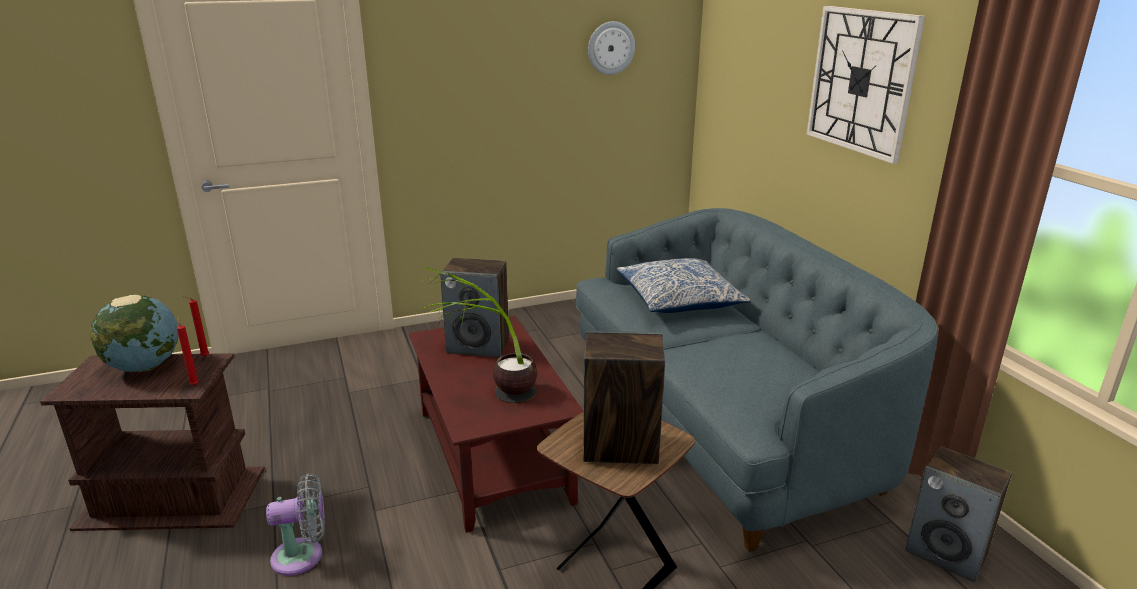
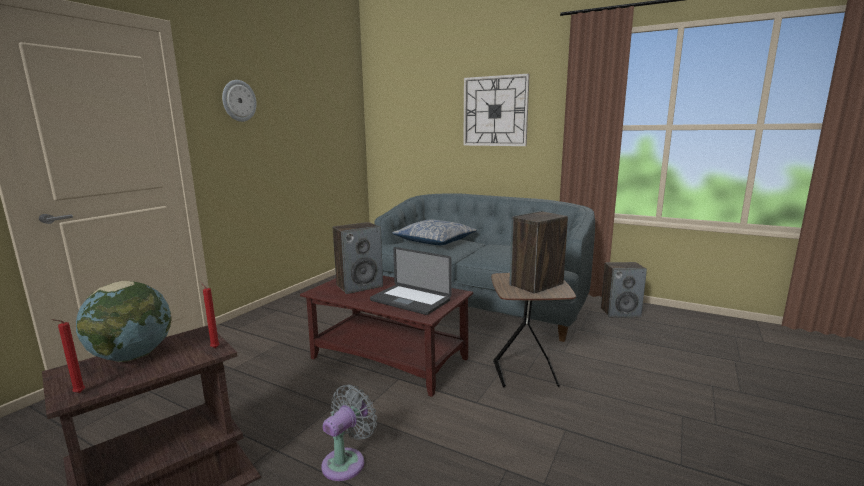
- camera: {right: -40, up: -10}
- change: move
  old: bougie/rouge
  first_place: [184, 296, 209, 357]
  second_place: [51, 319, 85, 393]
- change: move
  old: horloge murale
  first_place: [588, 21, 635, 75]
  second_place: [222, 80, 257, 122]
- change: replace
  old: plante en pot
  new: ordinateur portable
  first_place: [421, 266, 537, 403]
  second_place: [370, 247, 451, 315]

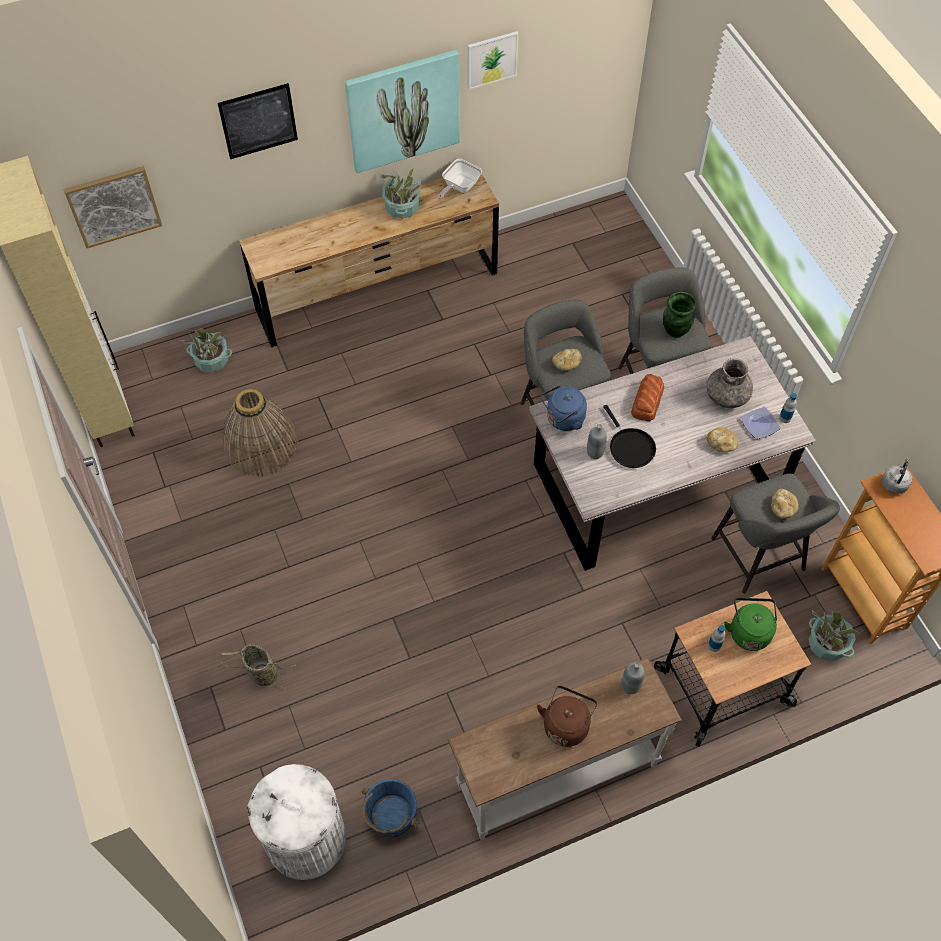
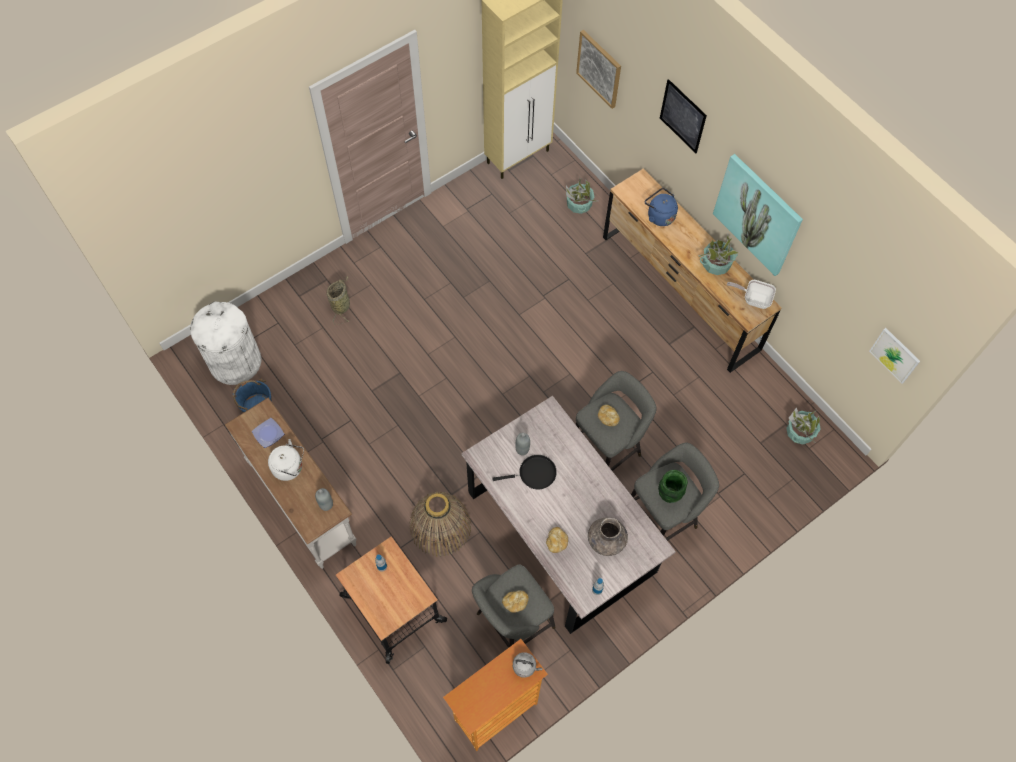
- camera: {right: 75, up: 5}
- change: move
  old: assiette
  first_place: [740, 407, 781, 439]
  second_place: [252, 418, 284, 448]
- change: recolor
  old: bouilloire/marron
  new: bouilloire/blanc
  first_place: [537, 686, 597, 747]
  second_place: [268, 439, 304, 481]
- change: move
  old: panier
  first_place: [223, 389, 299, 477]
  second_place: [409, 492, 472, 557]
- change: rotate
  old: poêle/noir
  first_place: [603, 405, 656, 468]
  second_place: [492, 455, 557, 489]
  degrees: -150
- change: move
  old: bouilloire/bleu
  first_place: [541, 385, 587, 431]
  second_place: [645, 188, 678, 226]
- change: move
  old: plante en pot
  first_place: [808, 610, 864, 661]
  second_place: [787, 407, 821, 444]
- change: move
  old: tableau
  first_place: [468, 31, 519, 90]
  second_place: [869, 328, 920, 384]
- change: delete
  old: pain
  first_place: [631, 374, 664, 422]
- change: delete
  old: bouilloire/vert
  first_place: [724, 598, 777, 651]

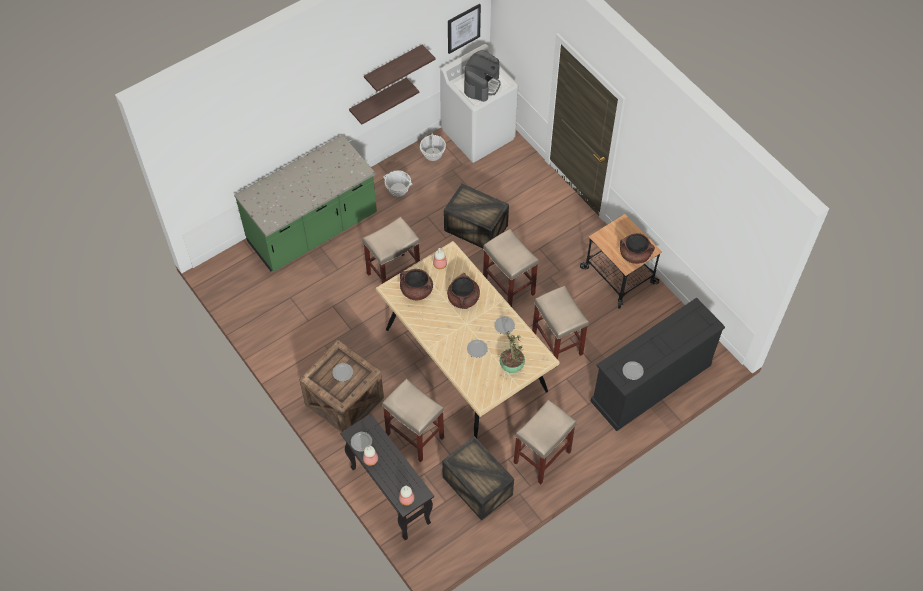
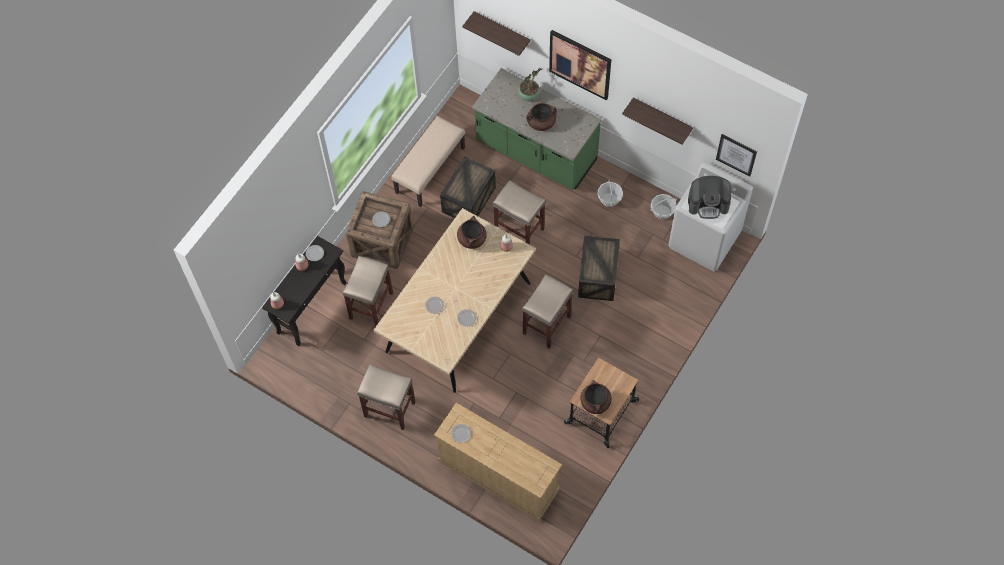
- camera: {right: 70, up: 5}
- change: insert
  new: banc/beige
  second_place: [391, 116, 465, 207]
- change: recolor
  old: commode/noir
  new: commode/beige
  first_place: [590, 298, 725, 431]
  second_place: [434, 403, 562, 521]
- change: move
  old: caisse
  first_place: [442, 436, 514, 521]
  second_place: [440, 157, 496, 218]
- change: move
  old: étagère
  first_place: [349, 77, 419, 125]
  second_place: [463, 11, 531, 56]
- change: move
  old: plante en pot
  first_place: [500, 331, 525, 373]
  second_place: [519, 68, 542, 101]
- change: move
  old: marmite/marron
  first_place: [447, 273, 480, 309]
  second_place: [526, 103, 557, 131]
- change: insert
  new: tableau
  second_place: [549, 30, 611, 100]
- change: delete
  old: tabouret/beige
  first_place: [532, 286, 589, 367]

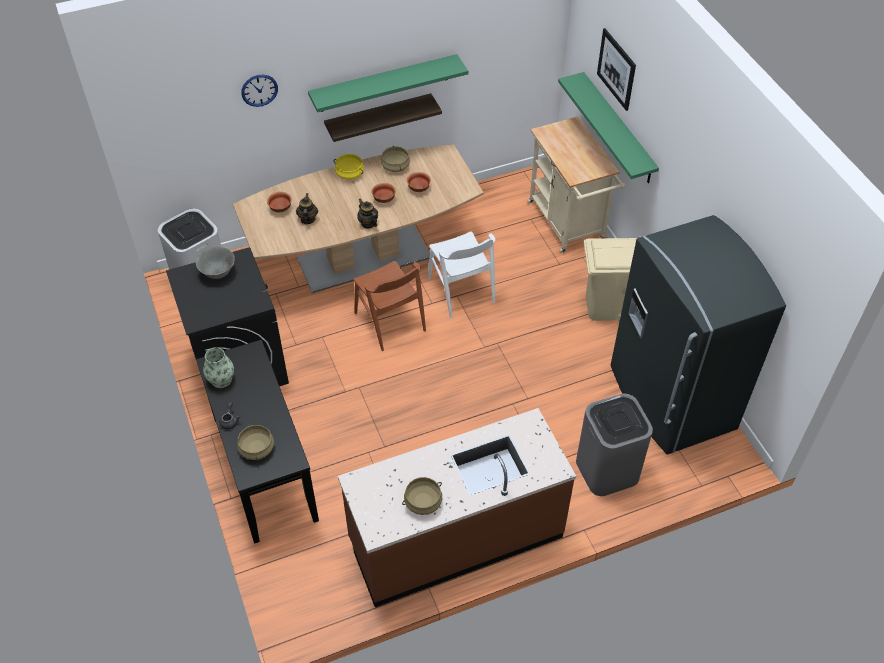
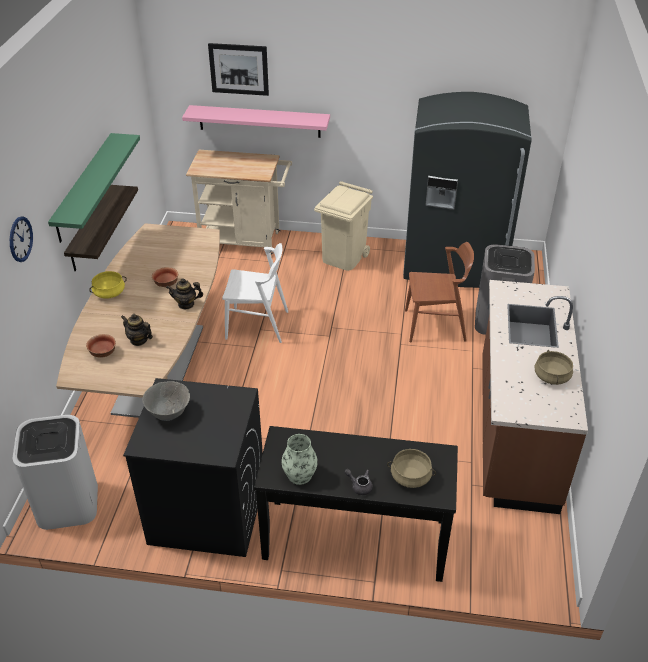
- camera: {right: -60, up: -10}
- change: recolor
  old: étagère/vert
  new: étagère/rose
  first_place: [558, 72, 659, 183]
  second_place: [182, 105, 330, 138]
- change: move
  old: chaise/marron
  first_place: [353, 261, 426, 351]
  second_place: [405, 242, 474, 343]
- change: delete
  old: marmite/beige
  first_place: [381, 146, 410, 172]
- change: delete
  old: bol
  first_place: [407, 172, 431, 192]

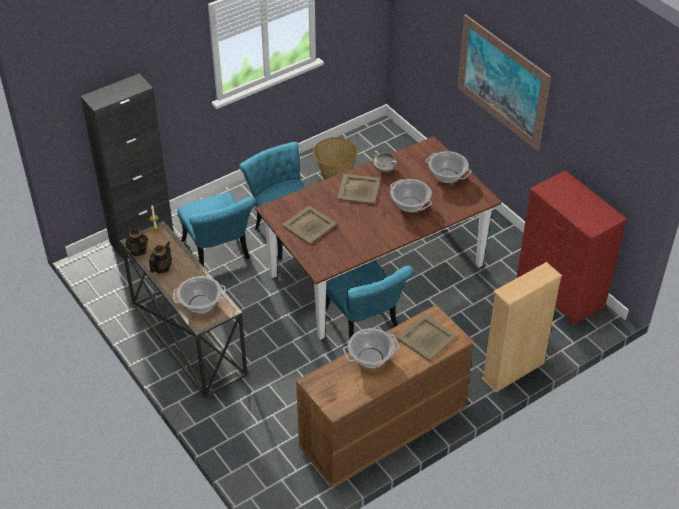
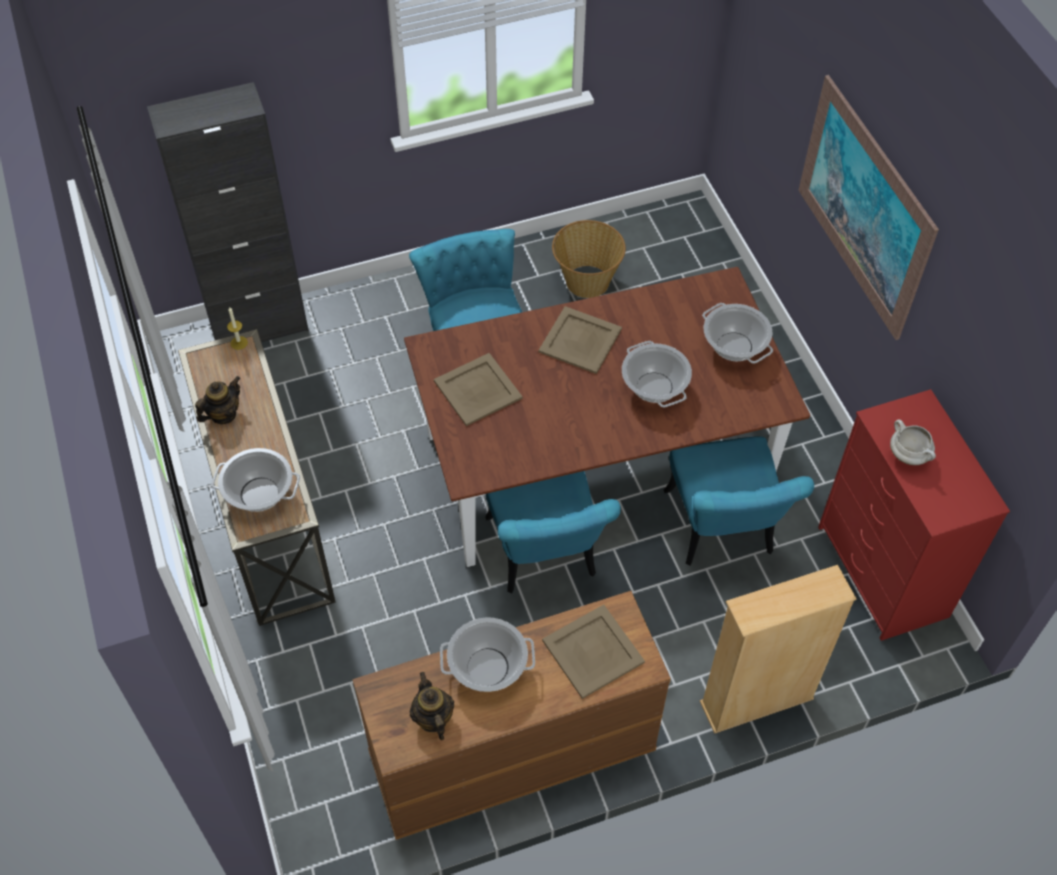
- camera: {right: 15, up: 10}
- change: move
  old: théière
  first_place: [126, 225, 148, 256]
  second_place: [410, 672, 454, 740]
- change: move
  old: chaise/turquoise
  first_place: [177, 193, 256, 267]
  second_place: [664, 436, 814, 566]
- change: move
  old: marmite/blanc
  first_place: [373, 151, 397, 172]
  second_place: [890, 420, 936, 465]

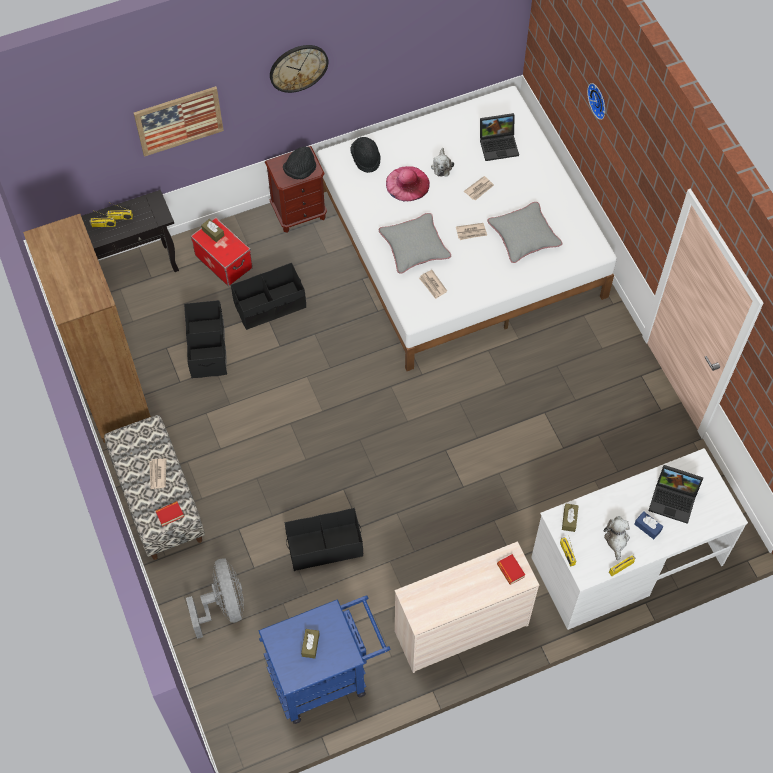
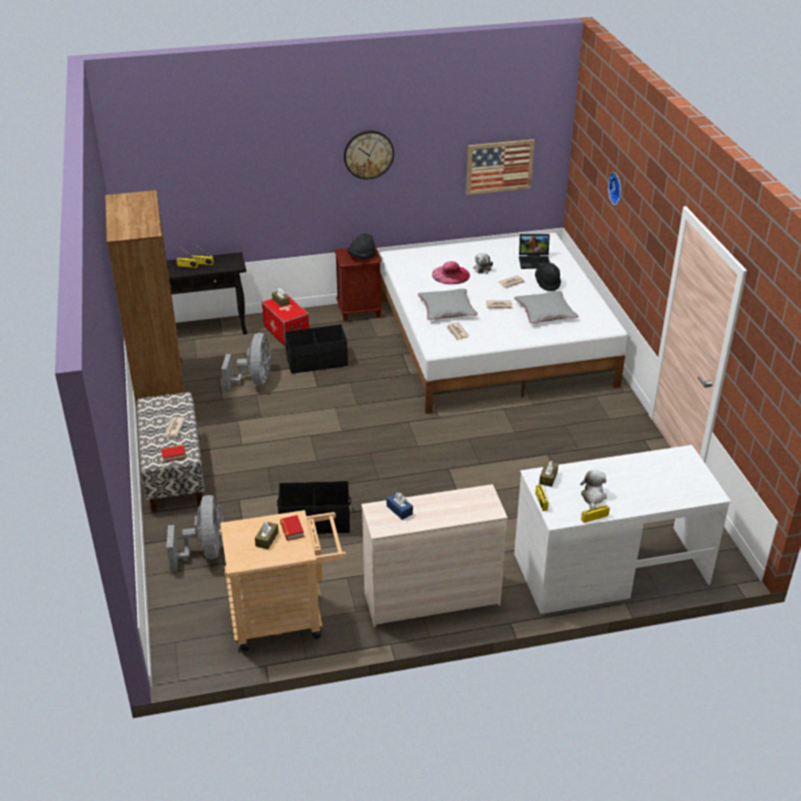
- camera: {right: 10, up: -25}
- change: recolor
  old: chariot/bleu
  new: chariot/beige
  first_place: [258, 596, 390, 724]
  second_place: [219, 510, 346, 651]
- change: replace
  old: boîte de rangement/noir
  new: ventilateur/gris
  first_place: [184, 300, 227, 378]
  second_place: [221, 333, 271, 392]
- change: move
  old: livre
  first_place: [497, 554, 525, 585]
  second_place: [280, 515, 304, 541]
- change: move
  old: boîte à mouchoirs/bleu
  first_place: [634, 511, 663, 539]
  second_place: [387, 492, 413, 520]
- change: move
  old: tableau
  first_place: [134, 86, 224, 157]
  second_place: [466, 139, 535, 195]
- change: move
  old: chapeau/noir
  first_place: [350, 137, 381, 173]
  second_place: [535, 263, 561, 291]
- change: delete
  old: ordinateur portable
  first_place: [648, 465, 703, 524]

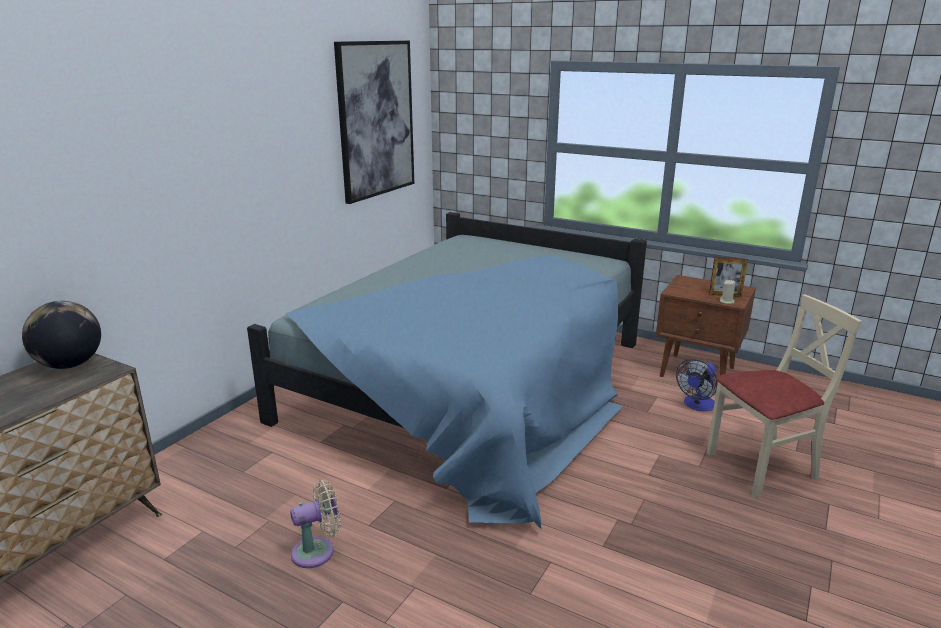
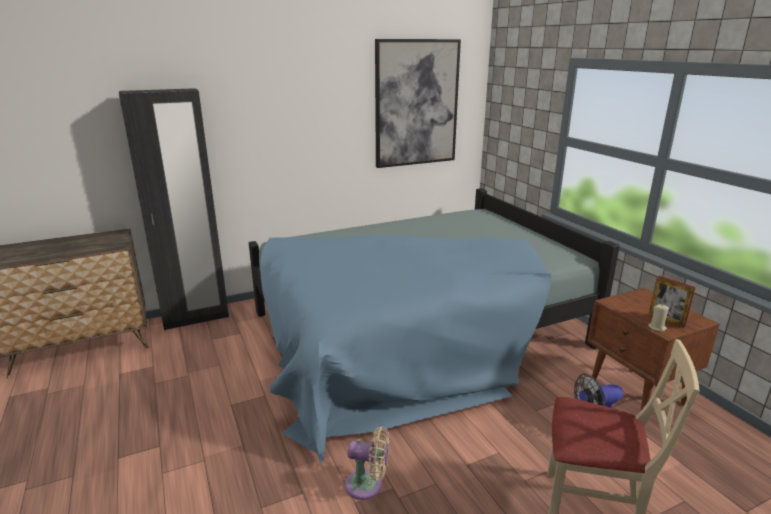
- camera: {right: 35, up: 0}
- change: insert
  new: armoire/noir
  second_place: [119, 88, 229, 330]
- change: move
  old: ventilateur/beige
  first_place: [290, 480, 341, 568]
  second_place: [345, 427, 389, 500]
- change: delete
  old: globe
  first_place: [22, 301, 101, 369]

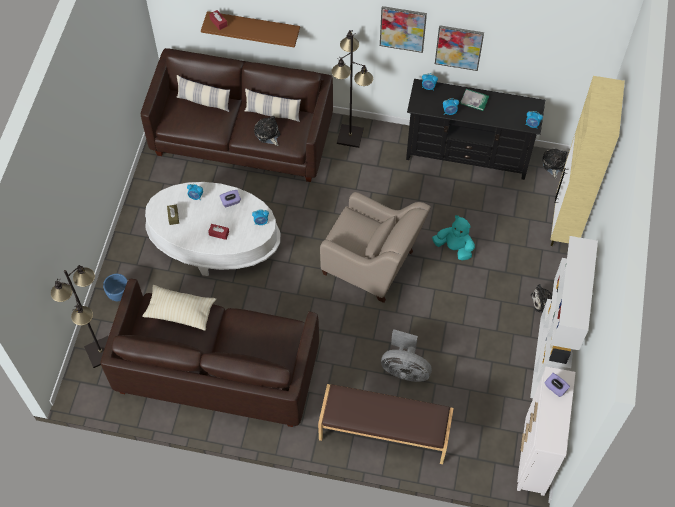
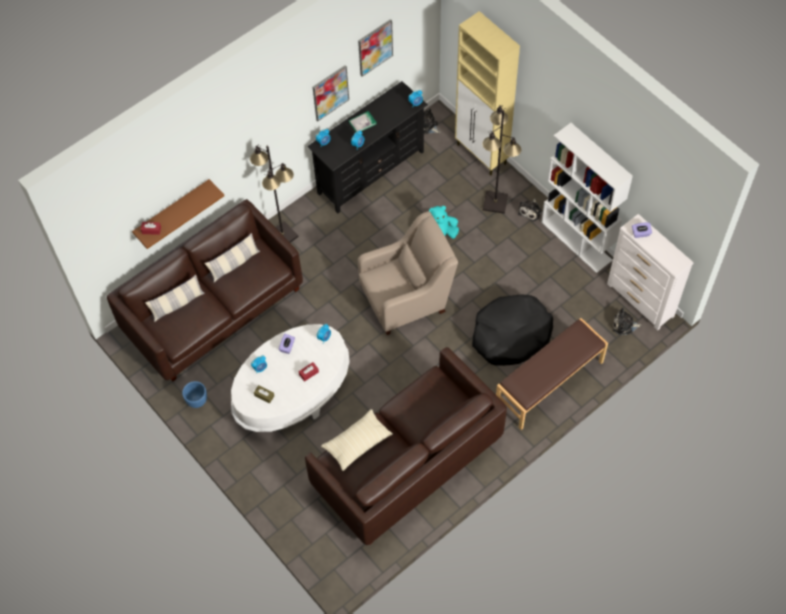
- camera: {right: -50, up: 0}
- change: move
  old: cache-pot/bleu
  first_place: [103, 274, 128, 301]
  second_place: [182, 381, 207, 408]
- change: move
  old: tableau
  first_place: [380, 6, 427, 53]
  second_place: [358, 19, 393, 77]
- change: replace
  old: ventilateur/gris
  new: panier pour chien/noir
  first_place: [381, 329, 432, 382]
  second_place: [472, 294, 553, 366]
- change: move
  old: lampadaire/noir
  first_place: [51, 265, 108, 368]
  second_place: [482, 105, 522, 214]
- change: move
  old: peluche
  first_place: [254, 116, 280, 146]
  second_place: [613, 308, 642, 335]

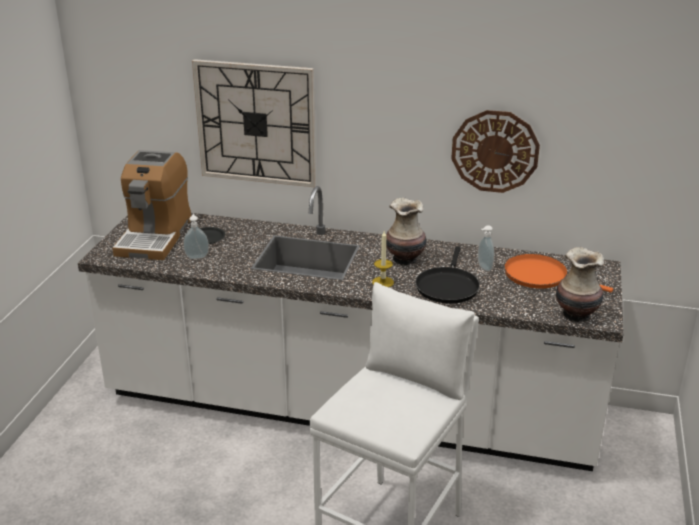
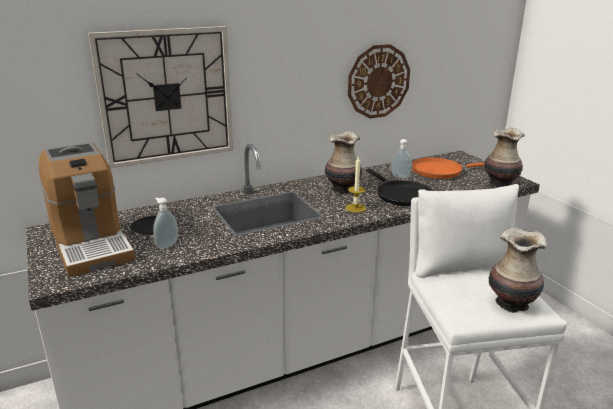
- camera: {right: -40, up: -5}
- change: insert
  new: vase
  second_place: [489, 227, 547, 313]

